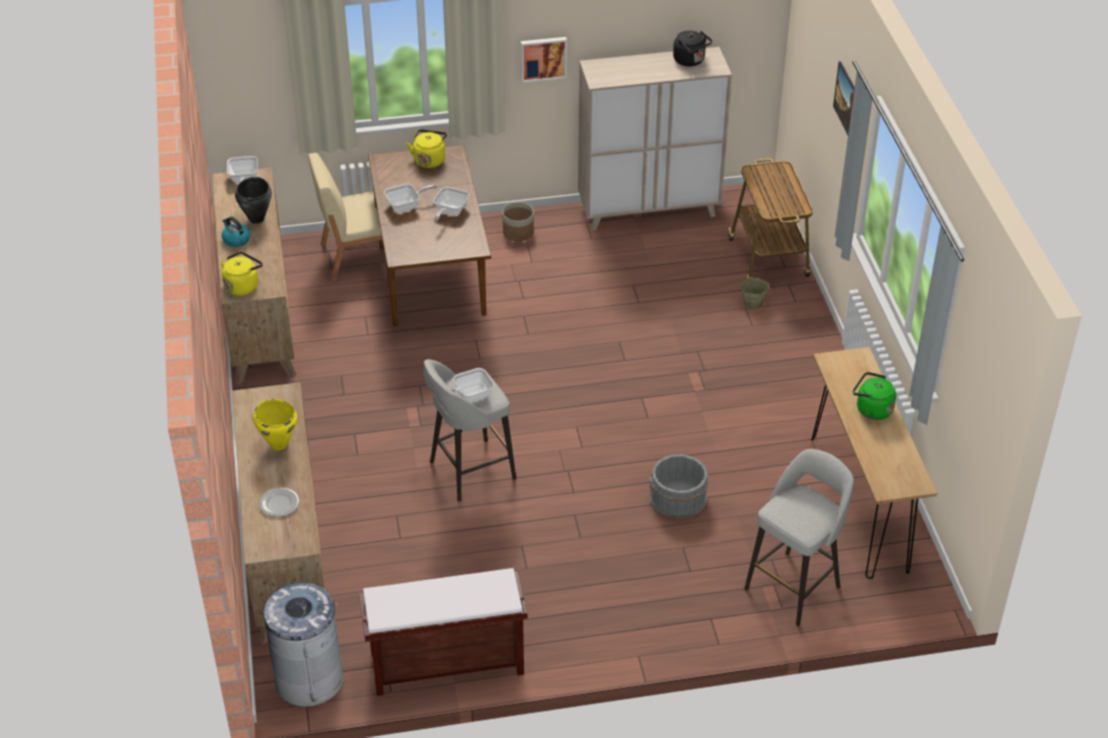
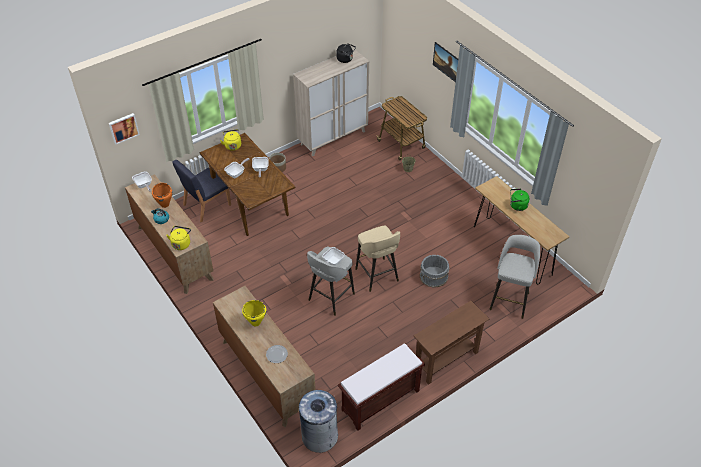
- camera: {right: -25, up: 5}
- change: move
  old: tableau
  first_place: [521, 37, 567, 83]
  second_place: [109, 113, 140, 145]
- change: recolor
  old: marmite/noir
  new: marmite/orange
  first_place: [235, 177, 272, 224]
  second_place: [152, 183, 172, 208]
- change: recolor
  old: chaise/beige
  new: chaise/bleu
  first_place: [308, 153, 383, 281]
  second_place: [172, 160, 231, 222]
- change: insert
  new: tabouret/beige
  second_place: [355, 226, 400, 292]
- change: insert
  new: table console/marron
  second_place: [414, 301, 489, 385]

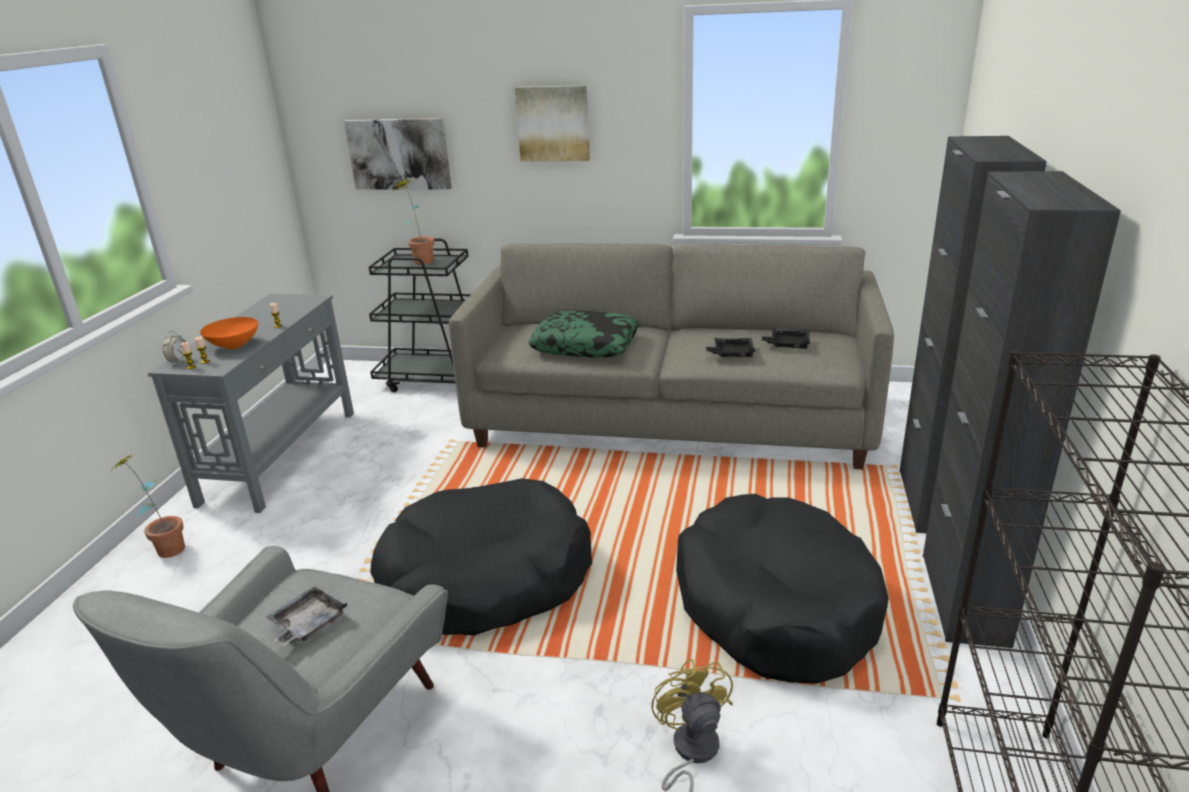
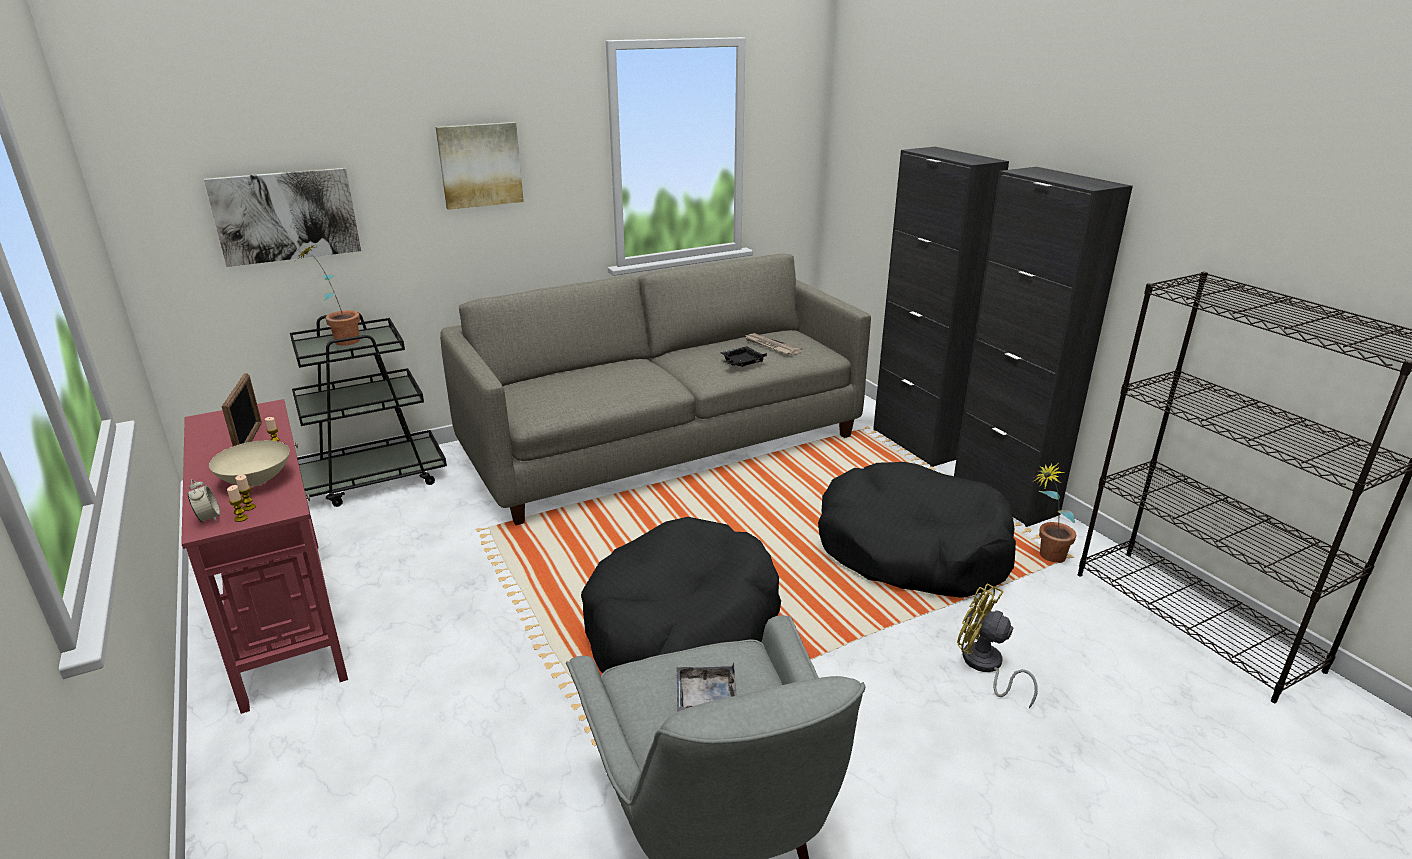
- camera: {right: -40, up: 0}
- change: recolor
  old: table console/gris
  new: table console/rouge
  first_place: [148, 294, 354, 513]
  second_place: [181, 399, 348, 714]
- change: recolor
  old: bol/orange
  new: bol/beige
  first_place: [200, 317, 258, 349]
  second_place: [209, 440, 290, 487]
- change: insert
  new: cadre photo
  second_place: [222, 373, 262, 446]
- change: replace
  old: plateau/noir
  new: journal
  first_place: [762, 328, 810, 349]
  second_place: [746, 333, 803, 355]
- change: move
  old: plante en pot
  first_place: [112, 454, 185, 558]
  second_place: [1034, 463, 1076, 563]
- change: delete
  old: coussin
  first_place: [528, 310, 639, 357]

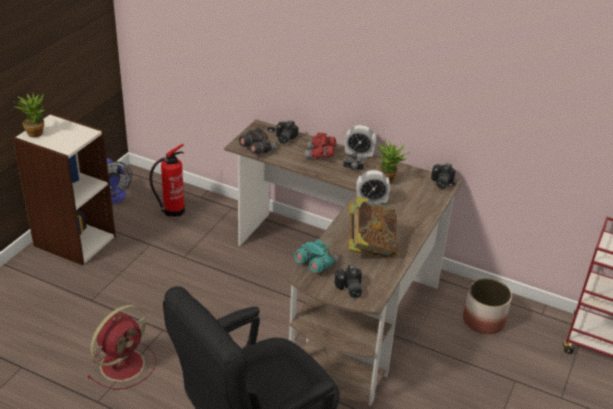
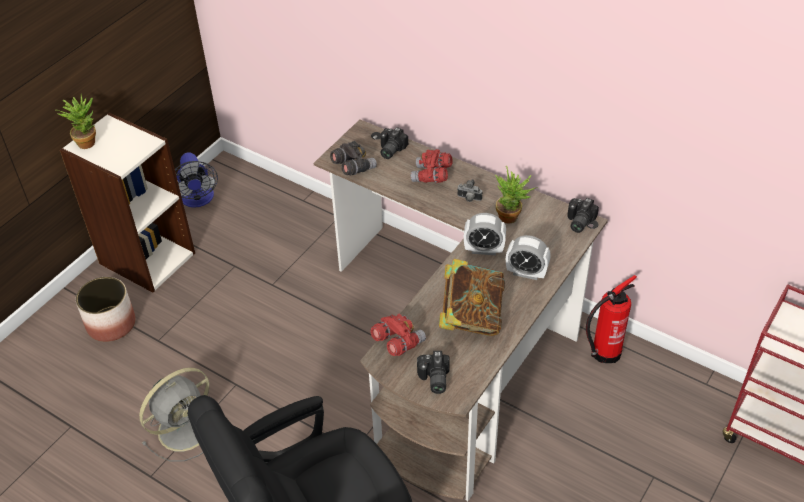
- camera: {right: 10, up: 10}
- change: move
  old: cache-pot
  first_place: [463, 278, 512, 334]
  second_place: [76, 277, 136, 342]
- change: recolor
  old: ventilateur/rouge
  new: ventilateur/gris
  first_place: [87, 305, 157, 389]
  second_place: [139, 368, 209, 462]
- change: recolor
  old: jumelles/turquoise
  new: jumelles/rouge
  first_place: [294, 239, 339, 272]
  second_place: [371, 314, 426, 356]
- change: move
  old: réveil
  first_place: [345, 125, 376, 159]
  second_place: [506, 235, 551, 280]
- change: move
  old: extincteur
  first_place: [149, 144, 185, 217]
  second_place: [586, 275, 637, 363]

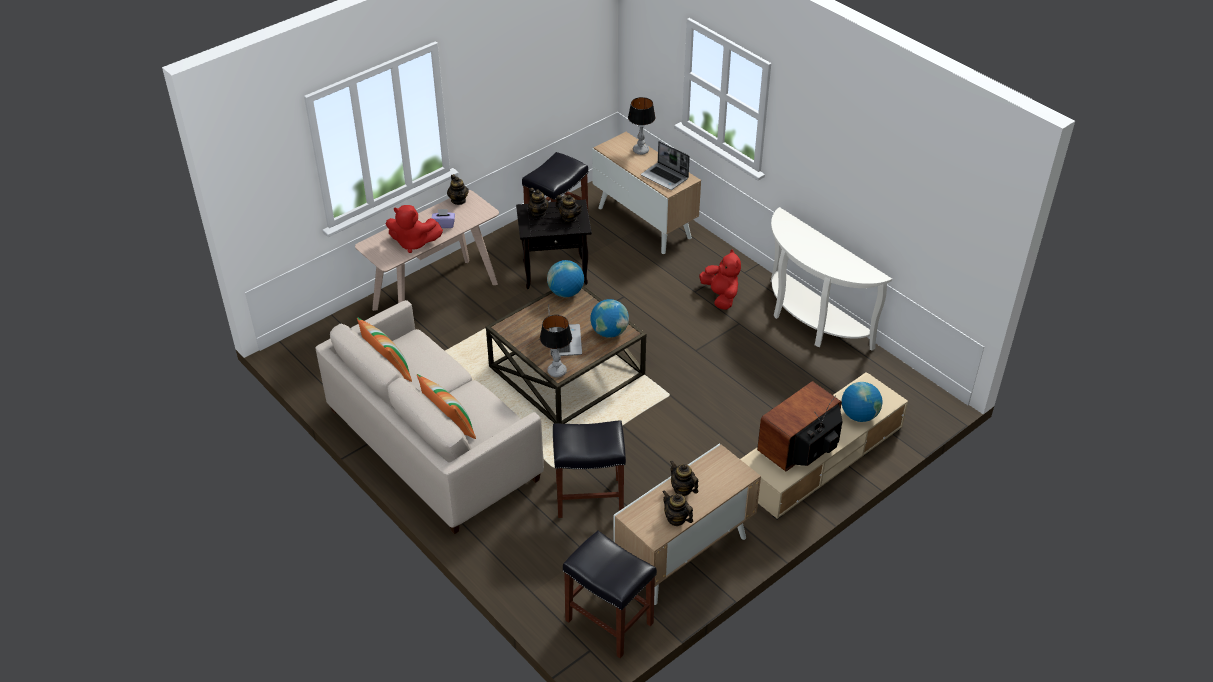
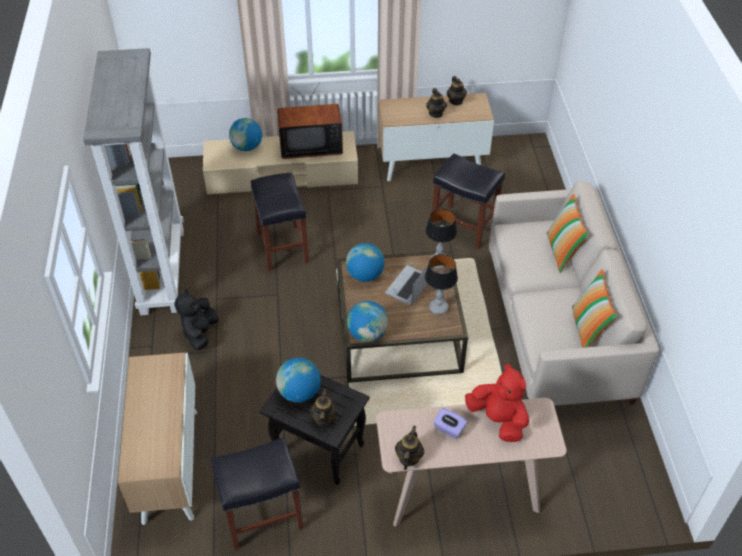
- camera: {right: -145, up: 5}
- change: replace
  old: table console/blanc
  new: bibliothèque/gris
  first_place: [770, 207, 892, 351]
  second_place: [83, 48, 184, 315]
- change: recolor
  old: peluche/rouge
  new: peluche/noir
  first_place: [699, 249, 741, 310]
  second_place: [174, 289, 219, 350]
- change: move
  old: tabouret/noir
  first_place: [563, 530, 657, 658]
  second_place: [251, 173, 309, 271]
- change: replace
  old: théière
  new: globe
  first_place: [555, 195, 583, 222]
  second_place: [276, 358, 321, 403]
- change: move
  old: lampe de table
  first_place: [628, 97, 655, 155]
  second_place: [425, 254, 458, 315]
- change: delete
  old: ordinateur portable
  first_place: [641, 141, 690, 190]

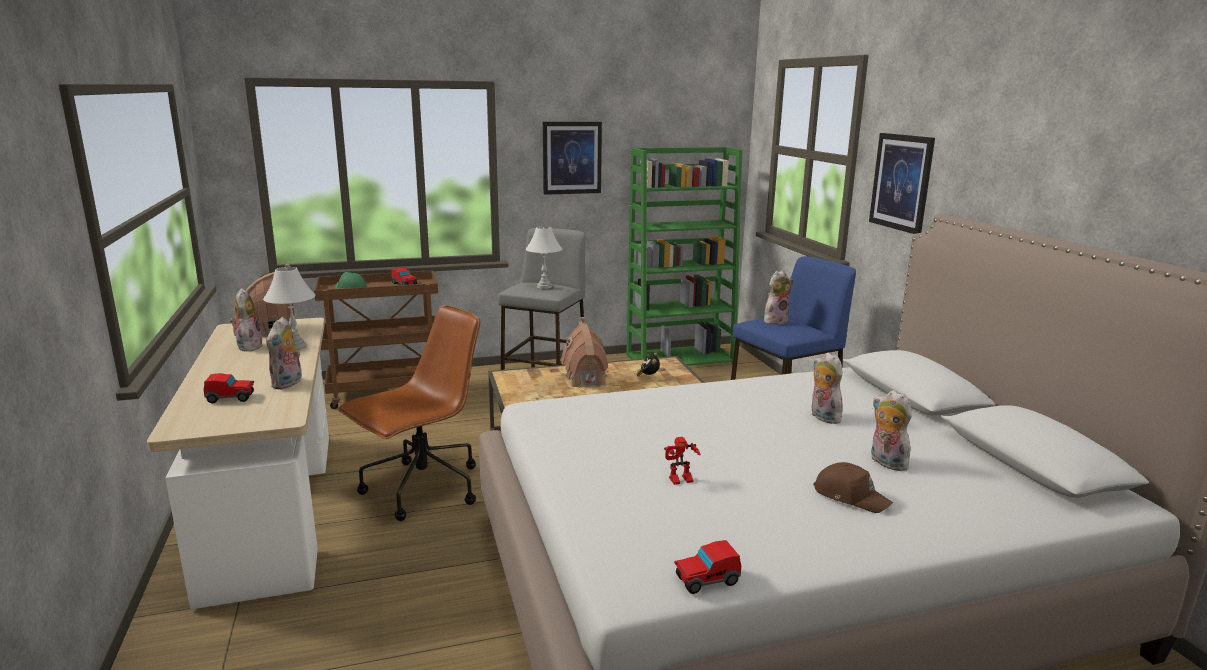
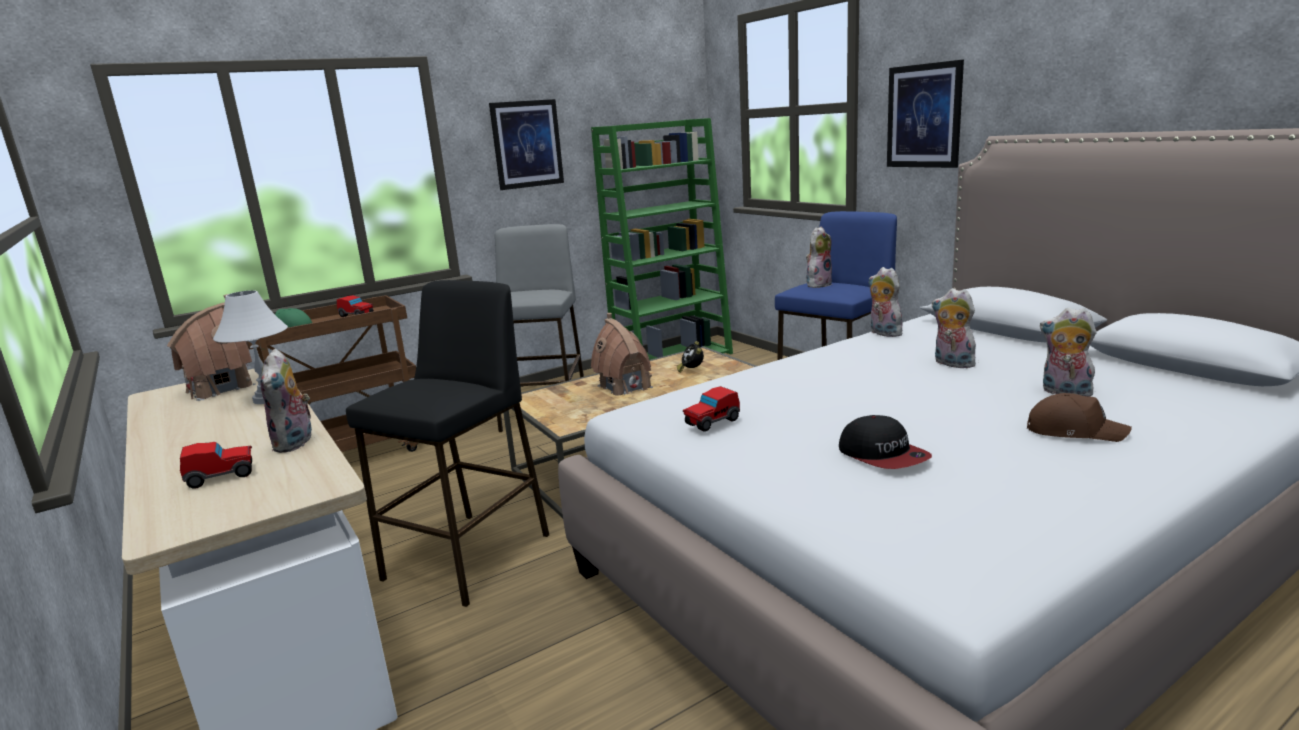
- camera: {right: -15, up: 0}
- change: replace
  old: chaise de bureau/marron
  new: tabouret/noir
  first_place: [337, 305, 480, 521]
  second_place: [346, 280, 549, 607]
- change: move
  old: petite voiture
  first_place: [674, 540, 741, 594]
  second_place: [683, 386, 740, 432]
- change: replace
  old: robot jouet
  new: casquette
  first_place: [664, 437, 701, 485]
  second_place: [839, 415, 932, 469]
- change: move
  old: peluche
  first_place: [230, 288, 262, 351]
  second_place: [868, 267, 904, 337]
- change: delete
  old: lampe de table/blanc
  first_place: [526, 226, 562, 289]

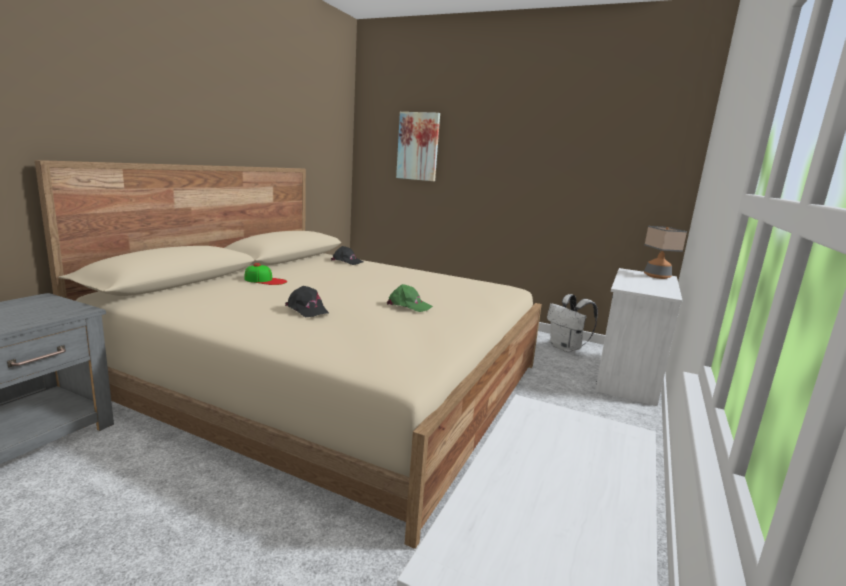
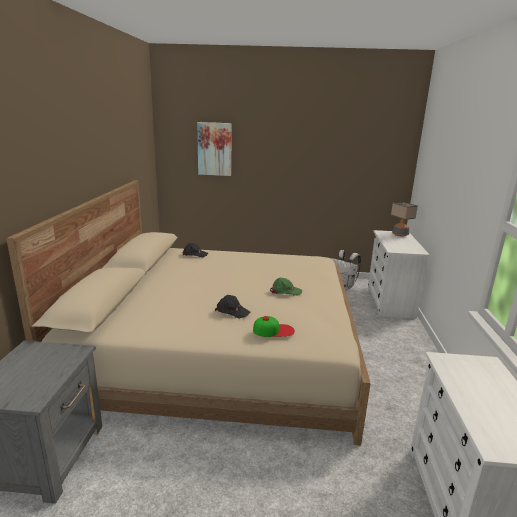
- camera: {right: -20, up: 5}
- change: move
  old: casquette
  first_place: [244, 263, 287, 285]
  second_place: [253, 316, 295, 337]

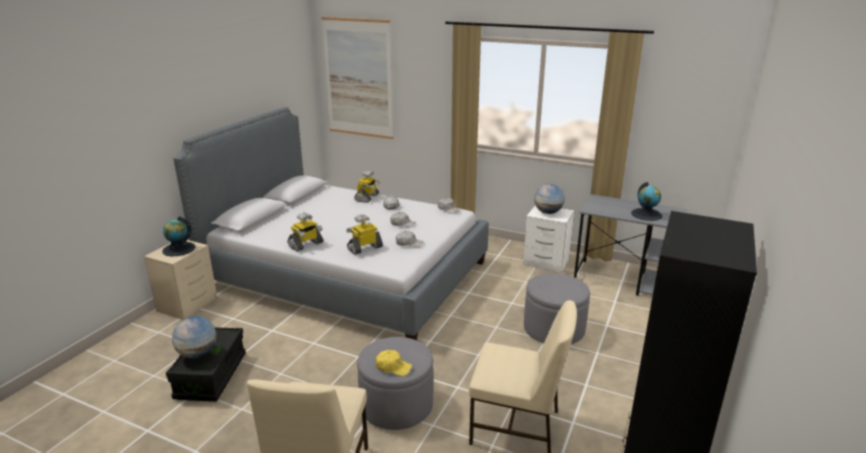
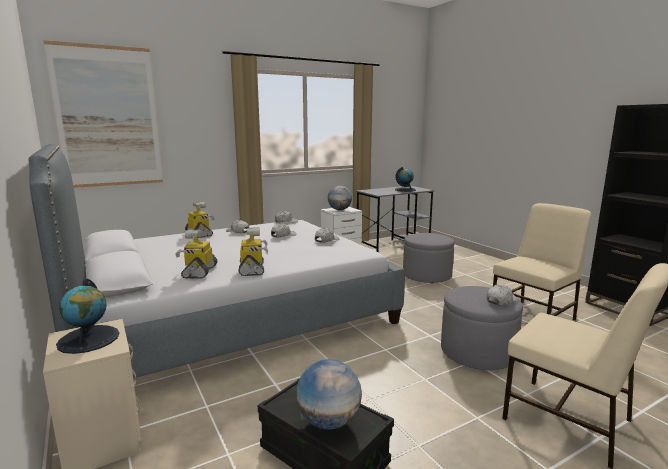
- camera: {right: -55, up: -10}
- change: move
  old: robot jouet
  first_place: [346, 214, 383, 255]
  second_place: [175, 230, 218, 279]
- change: recolor
  old: casquette/jaune
  new: casquette/blanc
  first_place: [375, 350, 412, 376]
  second_place: [487, 285, 518, 305]

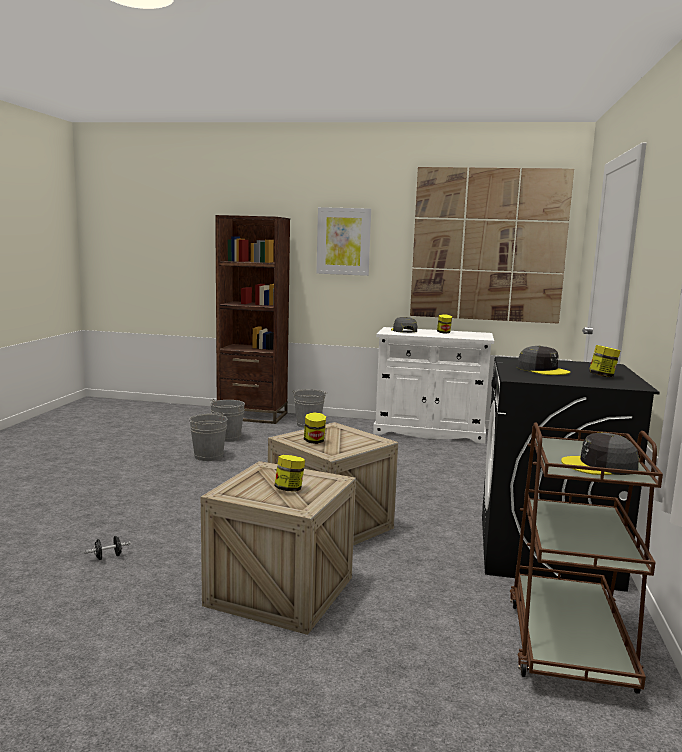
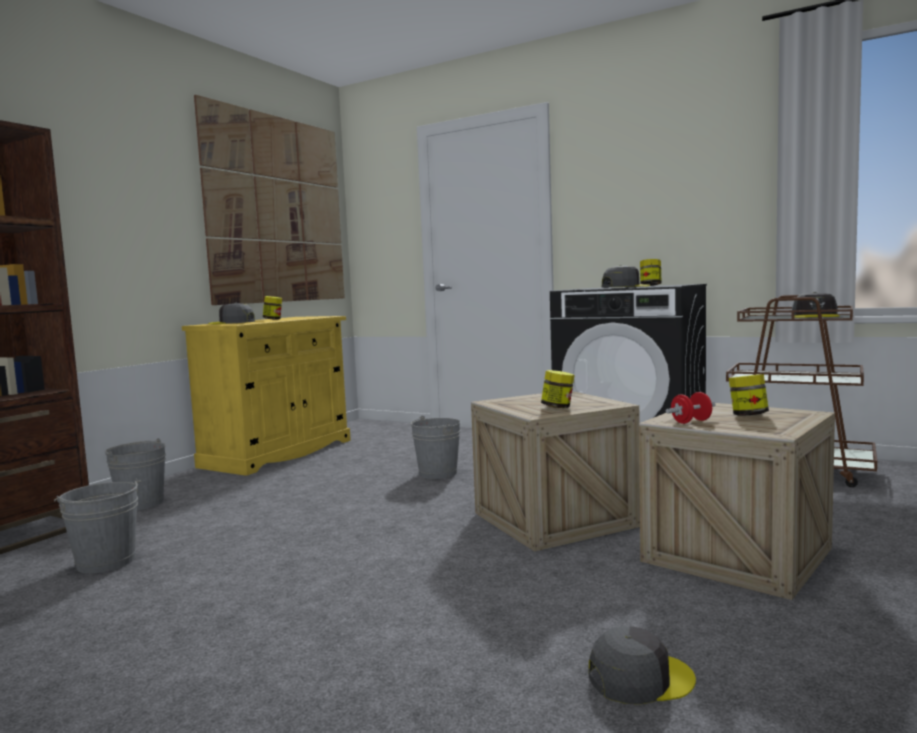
- camera: {right: -70, up: -5}
- change: recolor
  old: meuble de rangement/blanc
  new: meuble de rangement/jaune
  first_place: [373, 327, 494, 444]
  second_place: [182, 316, 351, 476]
- change: move
  old: seau/gris
  first_place: [189, 413, 227, 461]
  second_place: [410, 416, 461, 479]
- change: replace
  old: haltère/noir
  new: casquette/gris
  first_place: [84, 536, 131, 560]
  second_place: [588, 626, 696, 704]
- change: insert
  new: haltère/rouge
  second_place: [665, 392, 716, 424]
- change: delete
  old: tableau
  first_place: [316, 207, 371, 276]

